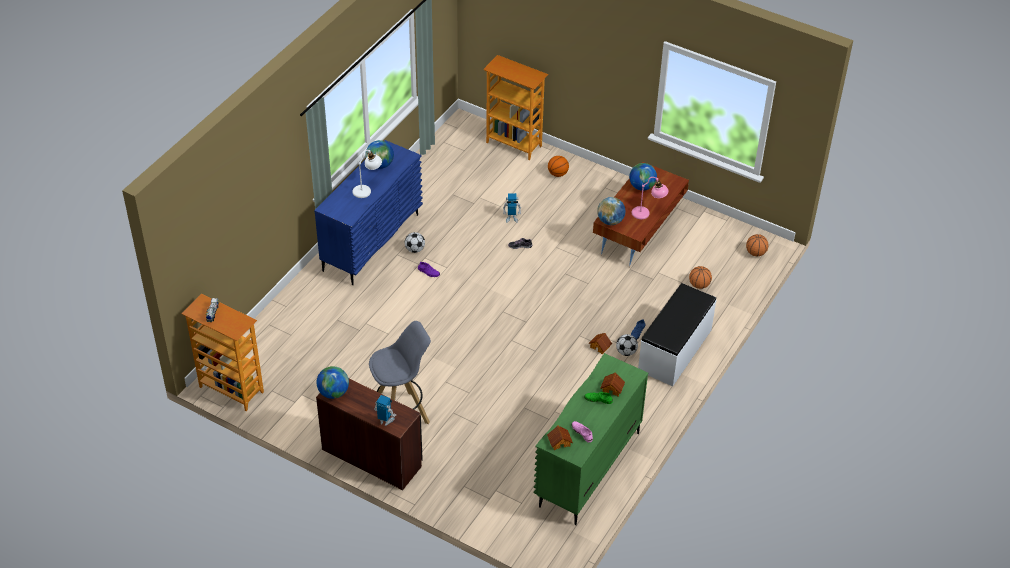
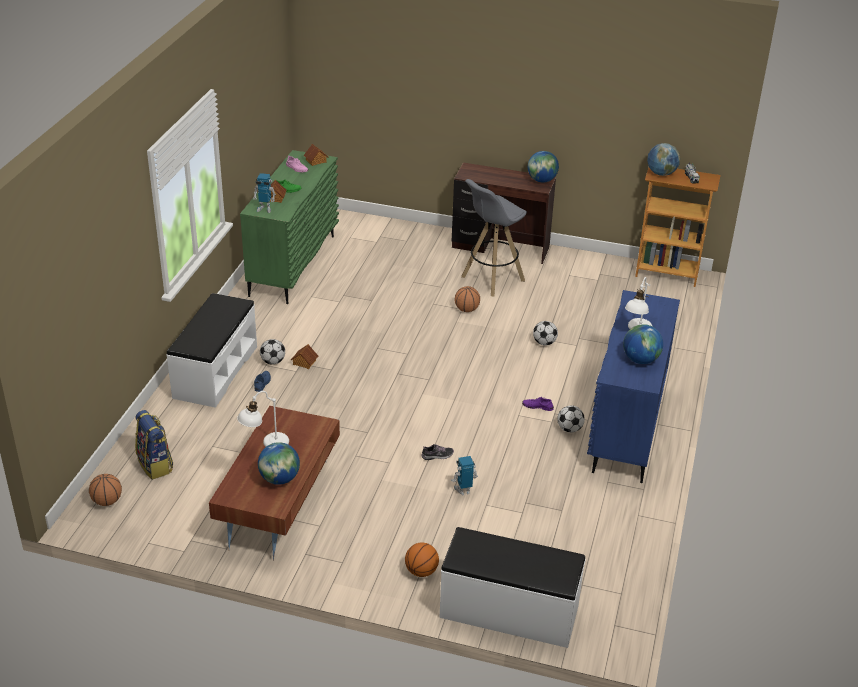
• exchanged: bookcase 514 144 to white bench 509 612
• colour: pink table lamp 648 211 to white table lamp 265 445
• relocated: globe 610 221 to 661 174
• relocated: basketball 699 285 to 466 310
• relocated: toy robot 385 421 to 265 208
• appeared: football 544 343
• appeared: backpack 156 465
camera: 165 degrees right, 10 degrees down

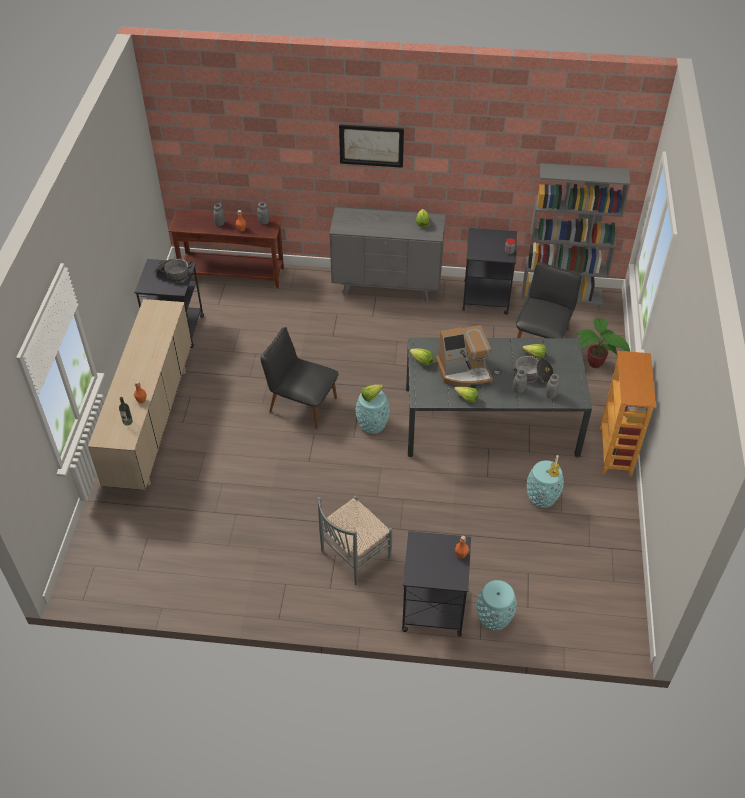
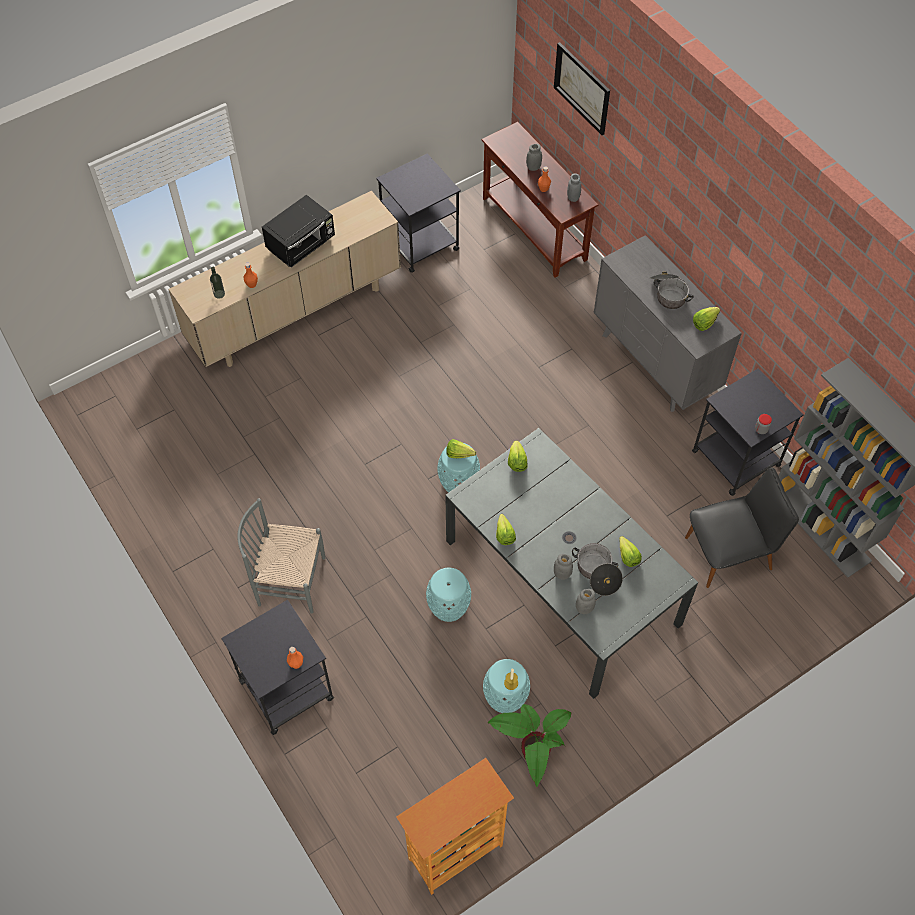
• relocated: picture 371 145 to 582 88
• relocated: cooking pot 173 274 to 668 293
• relocated: potted plant 593 365 to 530 754
• missing: coffee machine 464 371
• missing: black chair 303 405
• relocated: bookcase 616 452 to 455 853
• relocated: turquoise stool 493 617 to 448 606
• appeared: black microwave 302 245
camera: 50 degrees right, 10 degrees up

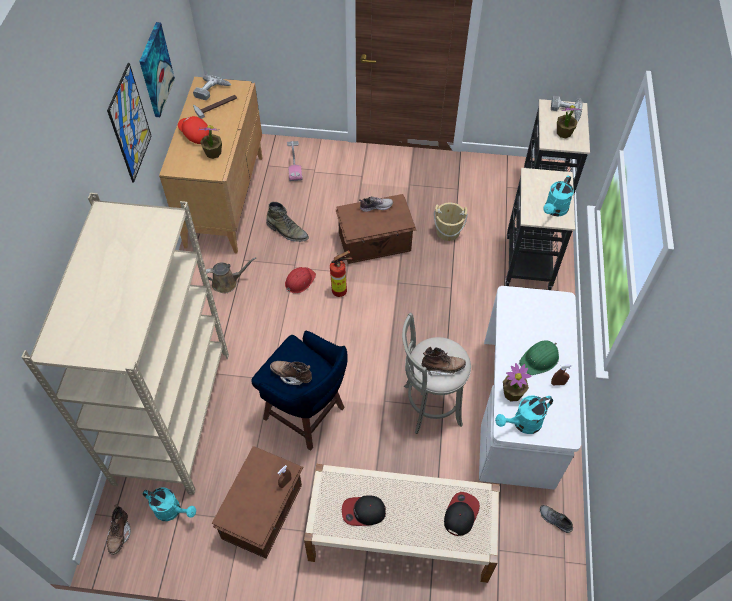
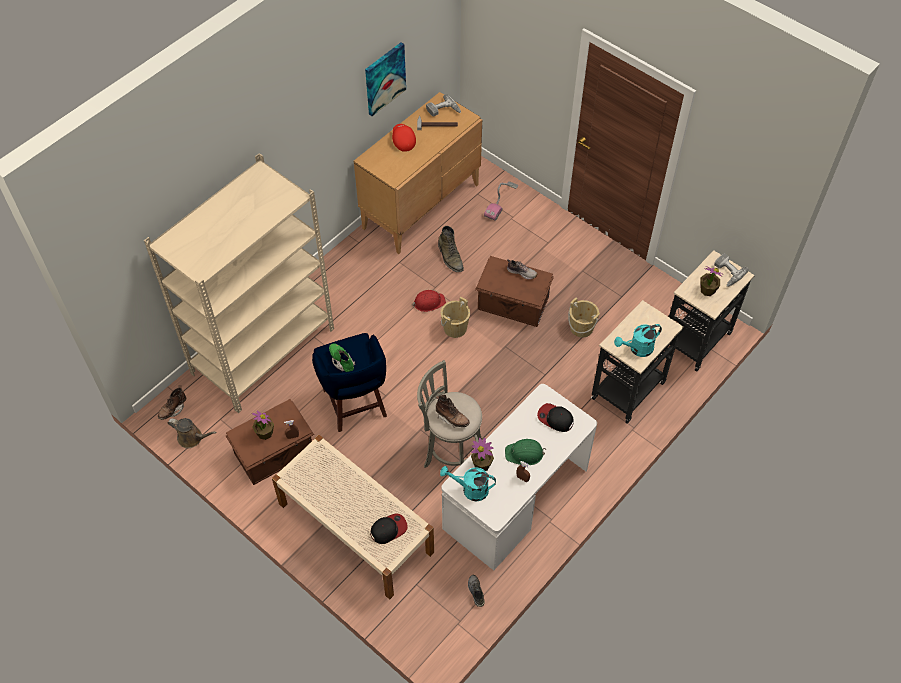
• missing: picture 130 124
• relocated: potted plant 213 153 to 265 433
• exchanged: fire extinguisher 341 291 to beige bucket 455 328
• relocated: brown watering can 227 282 to 192 438
• colour: brown boot 291 375 to green boot 342 361
• missing: turquoise watering can 172 510
• relocated: cap 363 512 to 555 419
camera: 35 degrees right, 0 degrees up

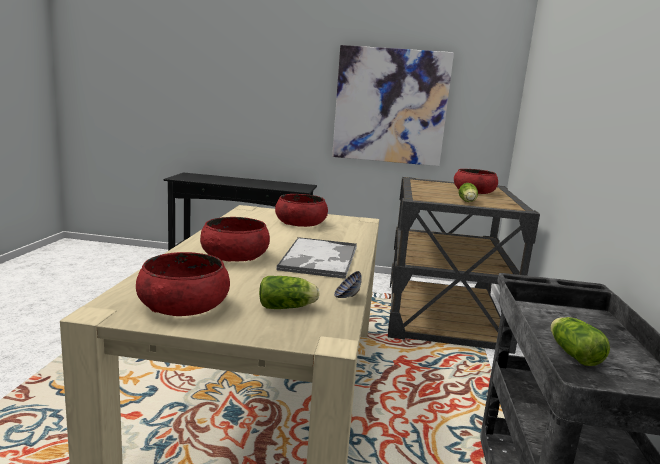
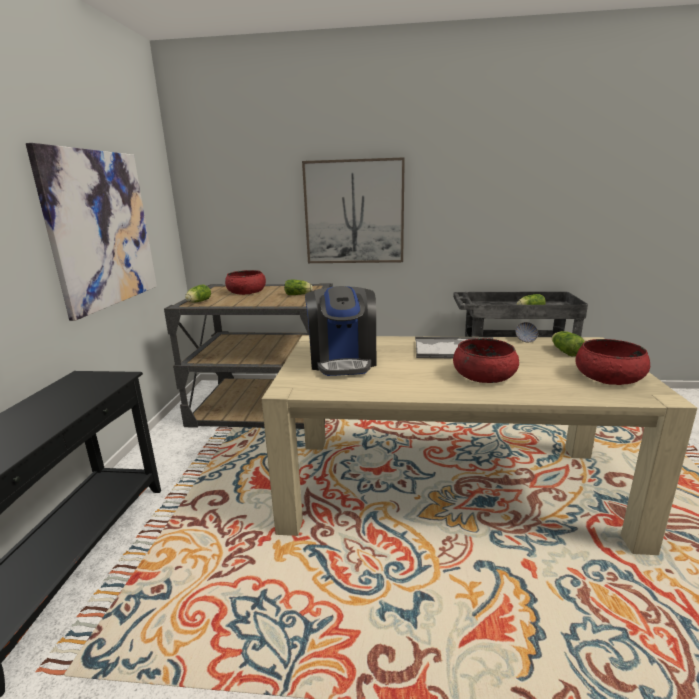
• exchanged: red bowl 300 223 to coffee machine 343 361
• appeared: picture 354 212
• appeared: lettuce 198 302
camera: 90 degrees left, 5 degrees up

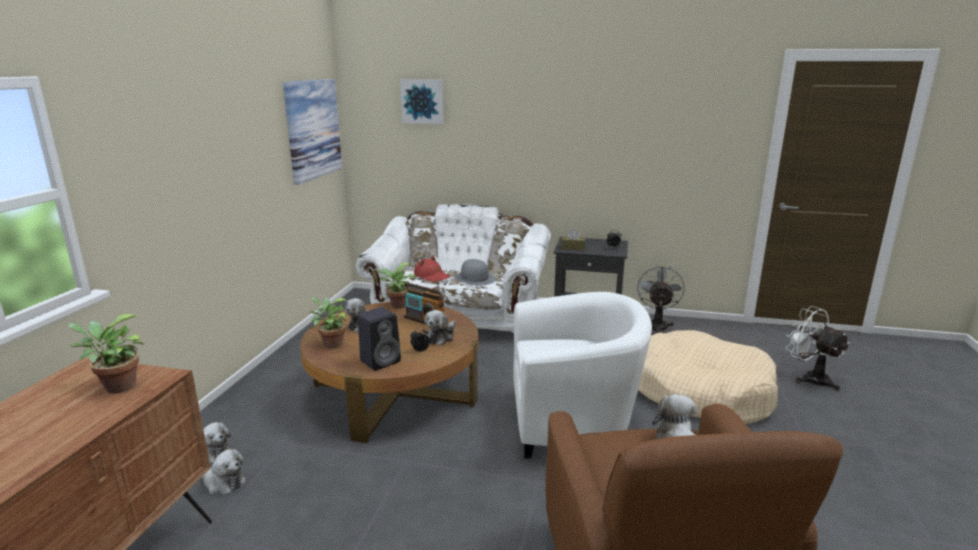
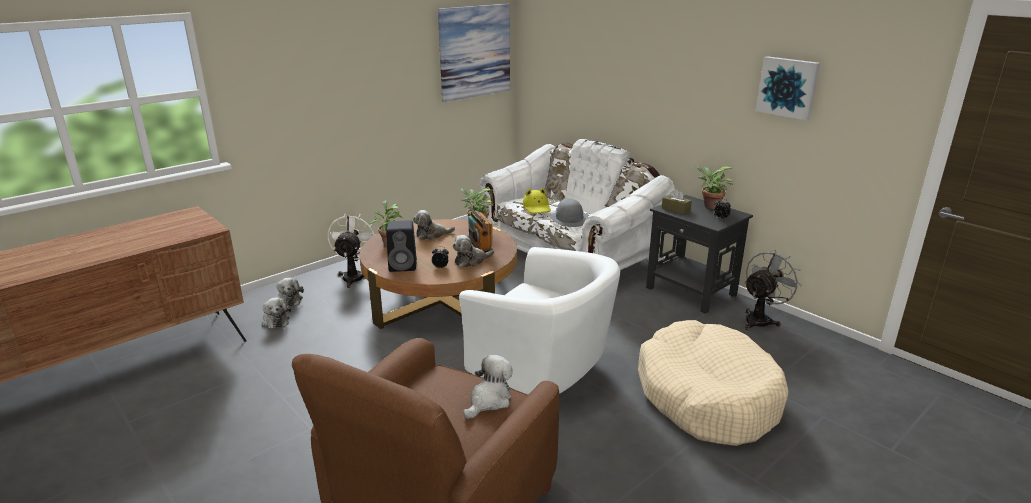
• relocated: picture 422 101 to 788 87
• colour: red hat 432 276 to yellow hat 537 207
• relocated: white fan 809 378 to 354 276
• relocated: potted plant 116 387 to 709 206
camera: 35 degrees right, 5 degrees up

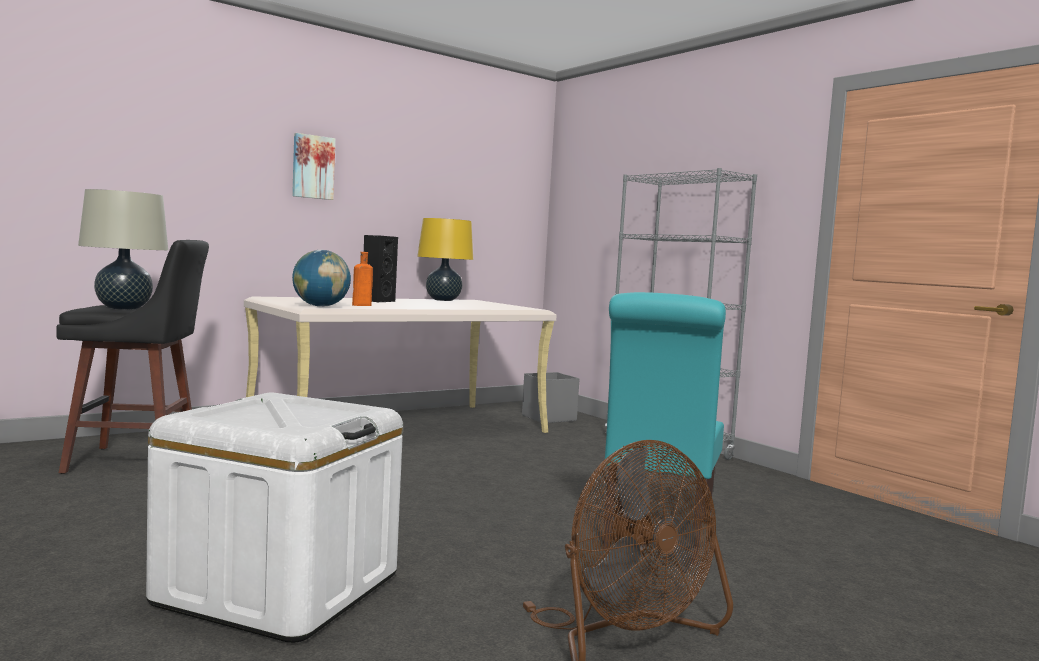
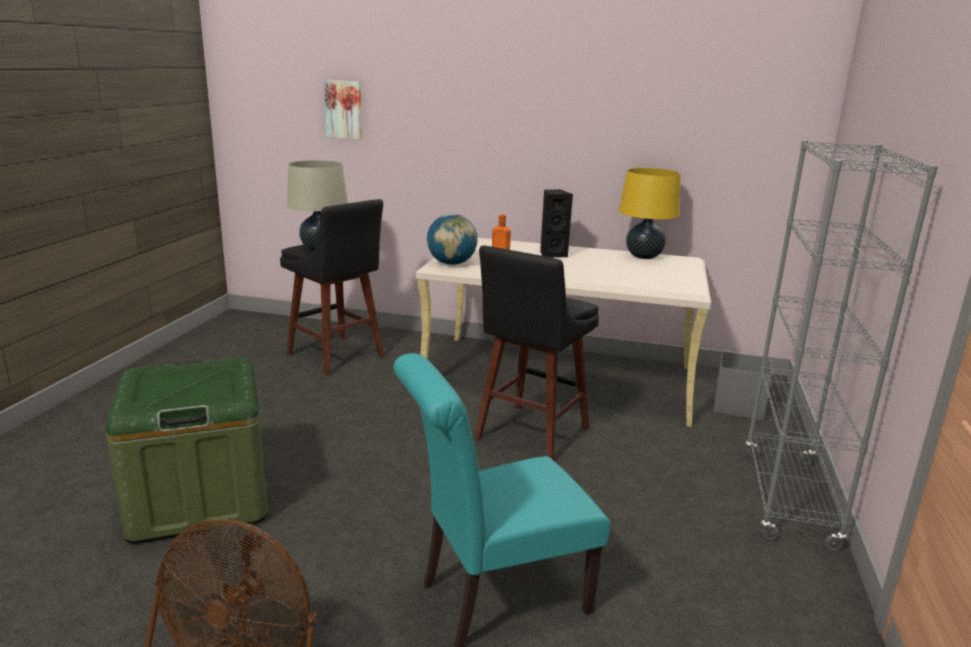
• relocated: picture 312 167 to 344 109
• colour: white storage box 279 588 to green storage box 199 498
• appeared: black stool 530 435
camera: 50 degrees right, 15 degrees up

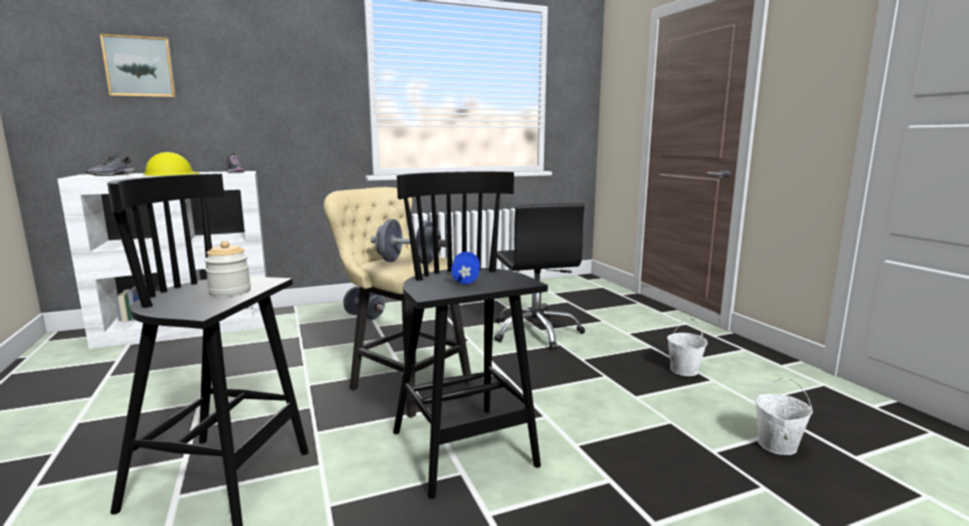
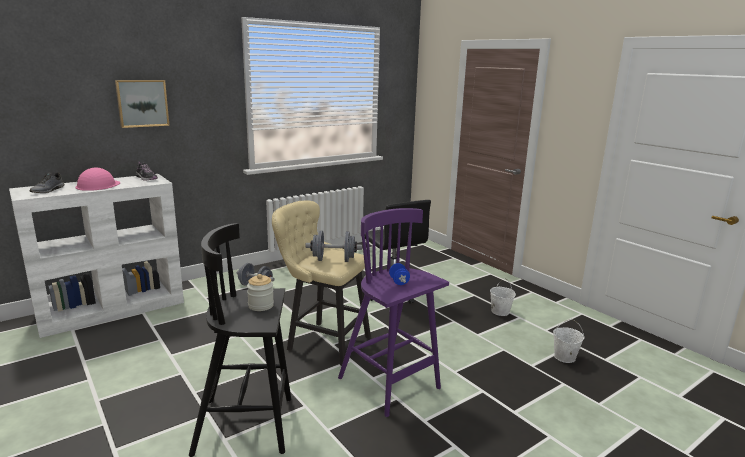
• relocated: picture 140 67 to 142 103
• colour: yellow hard hat 171 174 to pink hard hat 98 185
• colour: black stool 465 451 to purple stool 391 384
camera: 15 degrees left, 5 degrees up

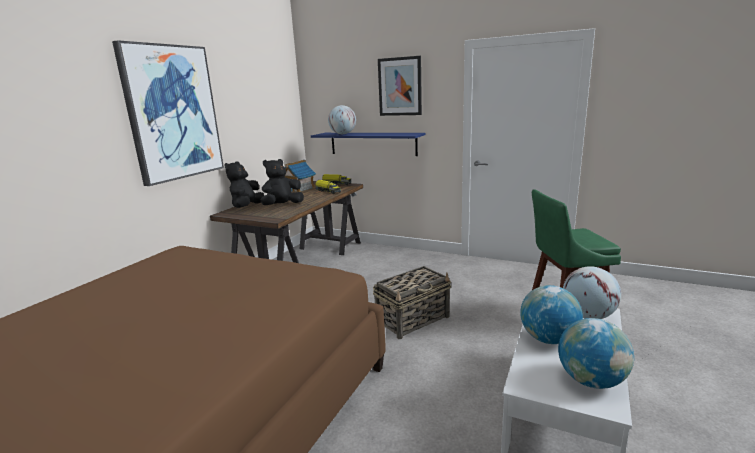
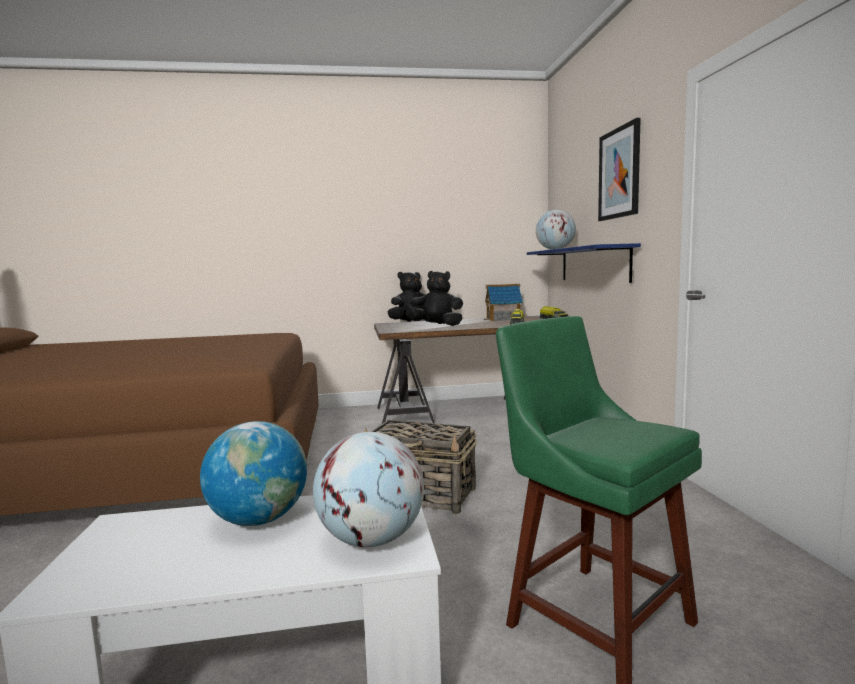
• missing: picture 172 113
• missing: globe 591 380
camera: 55 degrees right, 10 degrees down

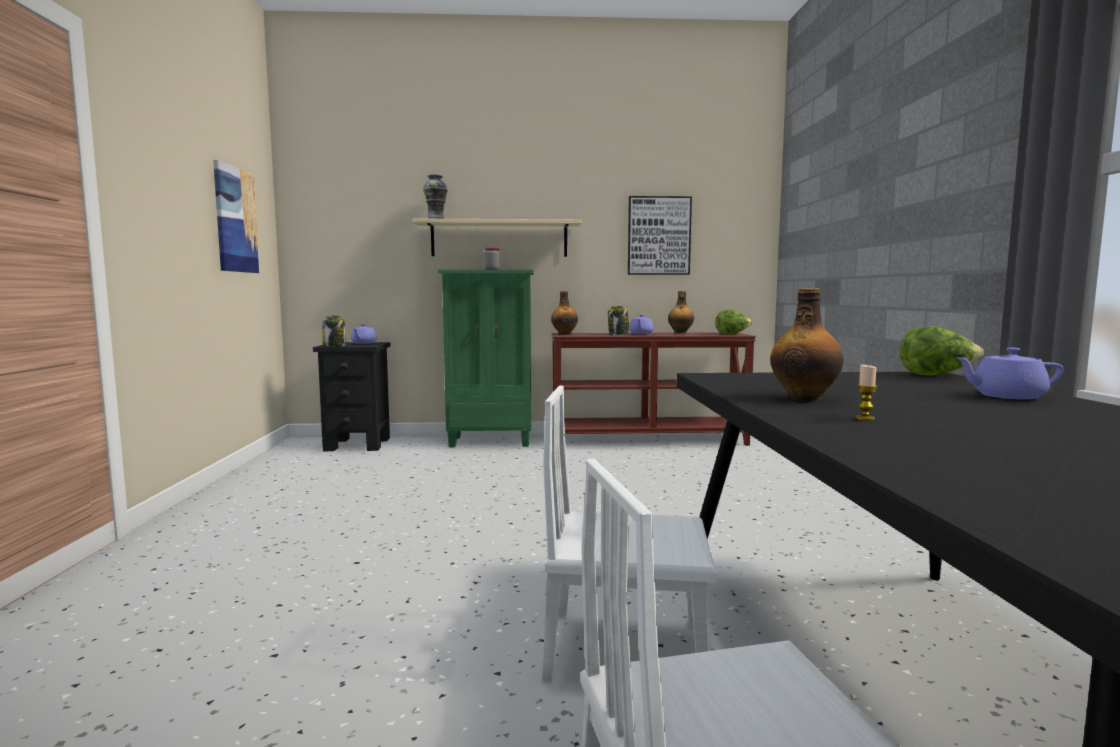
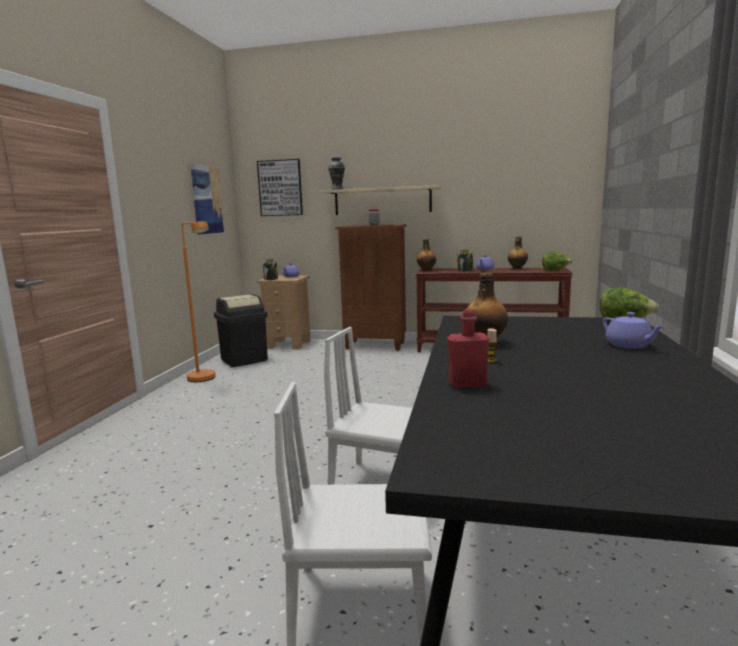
• relocated: picture 658 236 to 280 188
• colour: green cabinet 490 442 to brown cabinet 375 346
• colour: black nightstand 358 444 to beige nightstand 288 344
• spun: purple teapot 1006 396 = 629 345 135 degrees counterclockwise
• appeared: orange floor lamp 205 379
• appeared: black trash can 244 360
• appeared: red bottle 467 384
camera: 15 degrees right, 5 degrees up

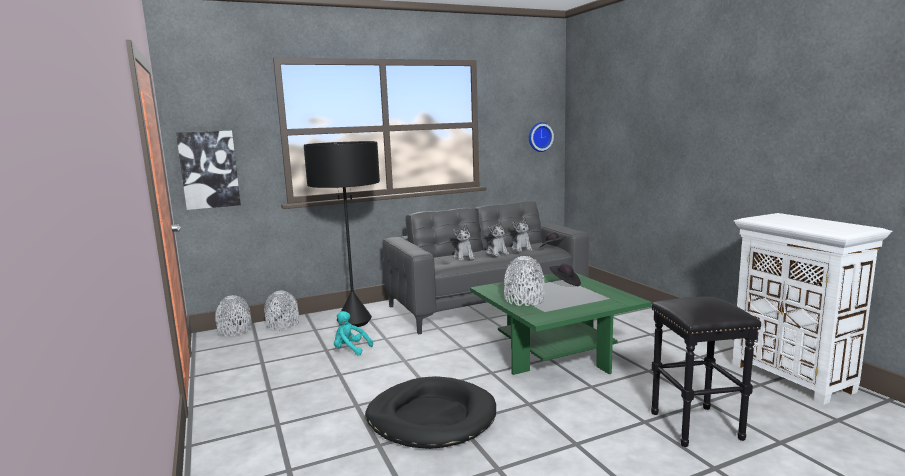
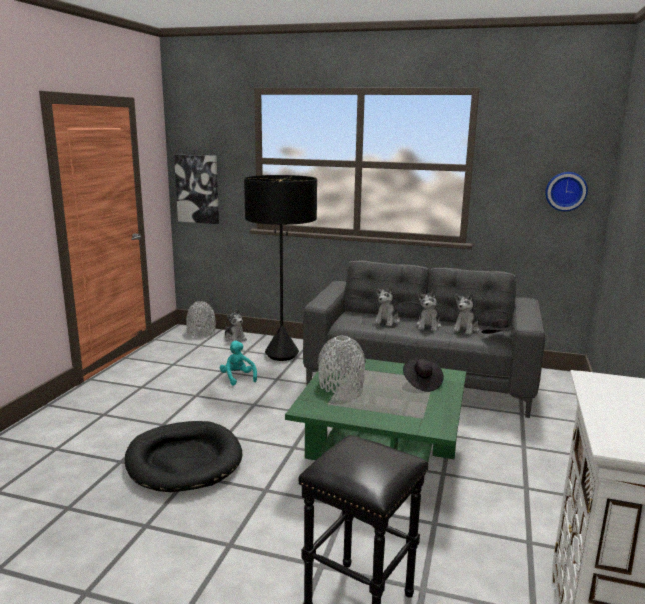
• exchanged: grey vase 283 325 to plush toy 235 338
camera: 40 degrees right, 5 degrees up

